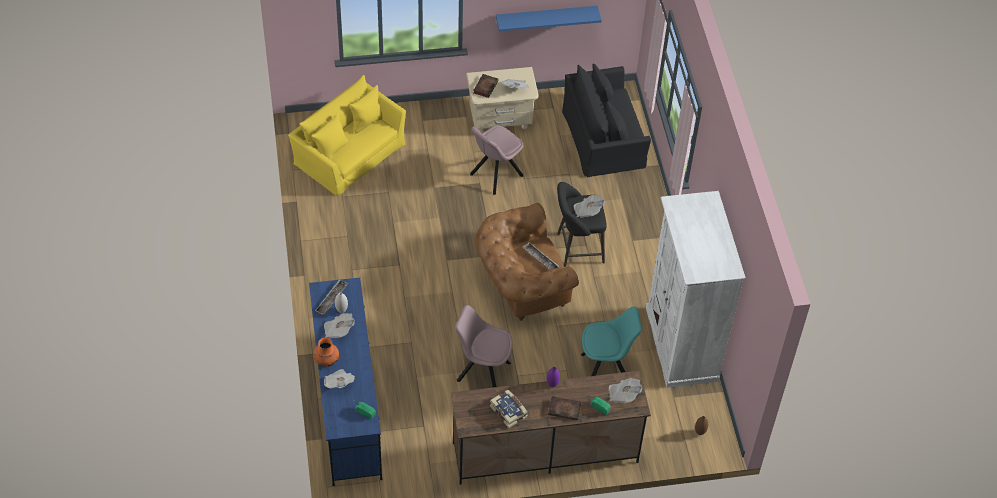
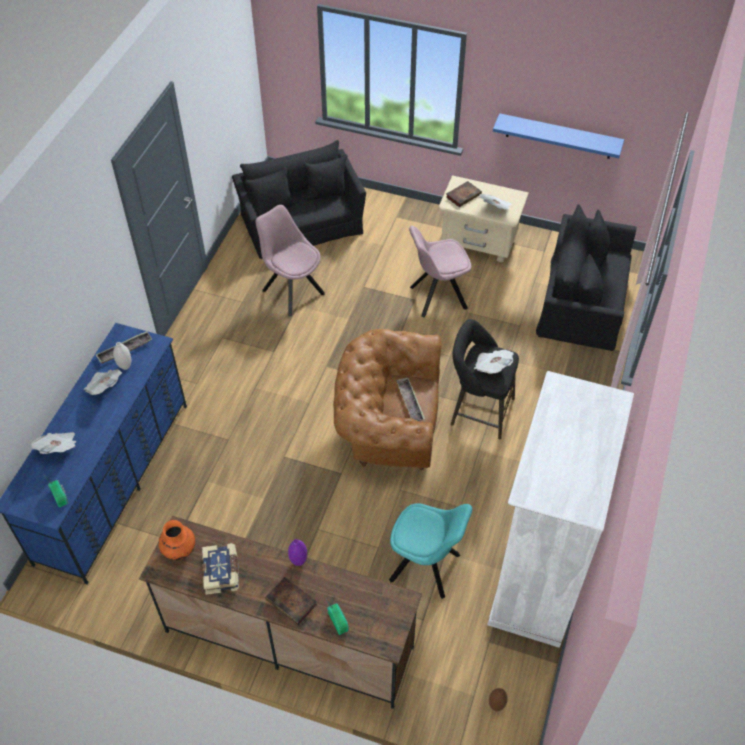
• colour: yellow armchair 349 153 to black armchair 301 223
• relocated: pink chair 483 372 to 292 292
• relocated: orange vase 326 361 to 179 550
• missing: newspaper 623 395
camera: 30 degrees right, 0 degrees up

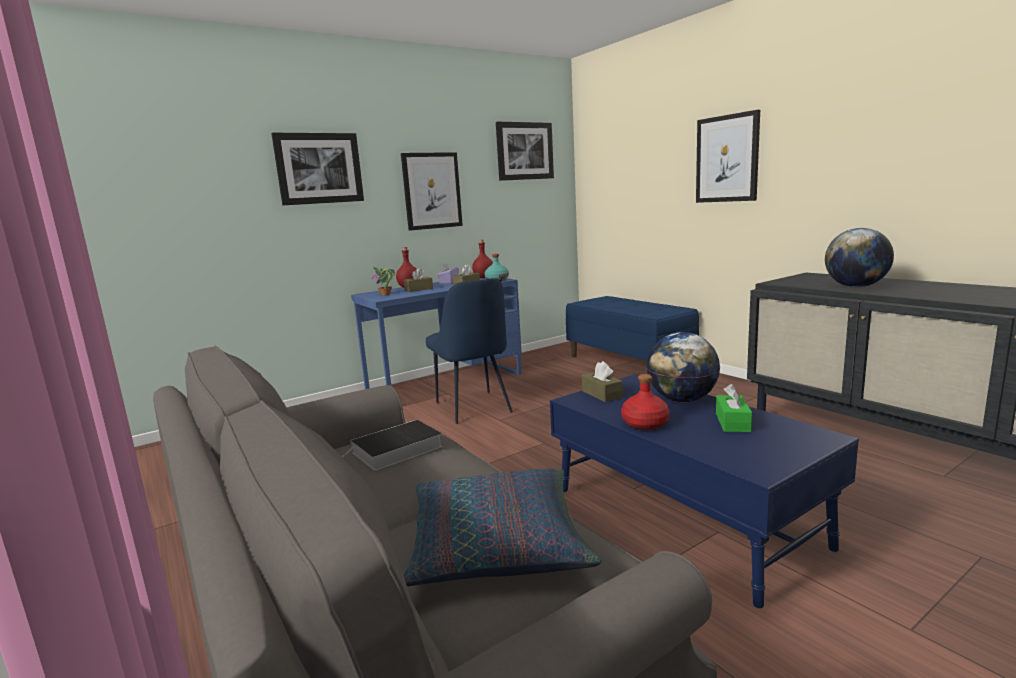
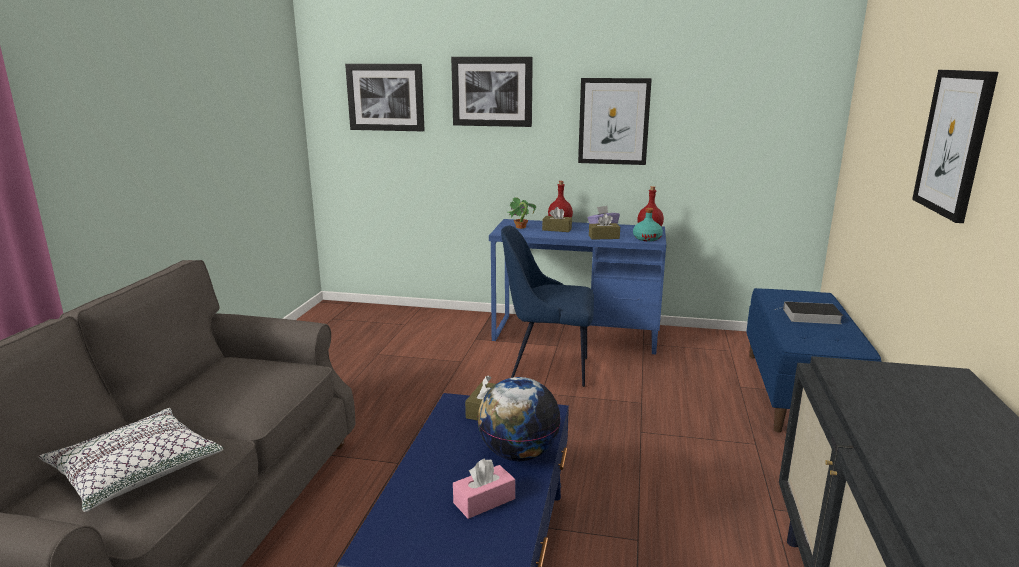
• relocated: picture 524 151 to 385 97
• missing: globe 856 286
• spun: blue chair 474 407 = 548 370 75 degrees clockwise
• missing: red bottle 645 424
• colour: green tissue box 732 422 to pink tissue box 484 501
• relocated: book 395 450 to 810 316
• colour: blue pillow 497 544 to white pillow 135 470
camera: 45 degrees right, 5 degrees up

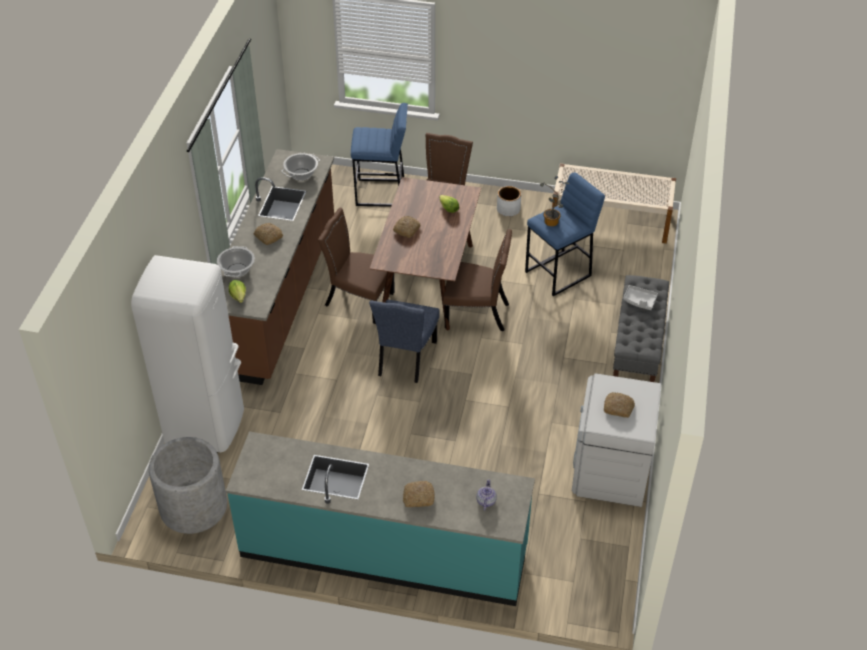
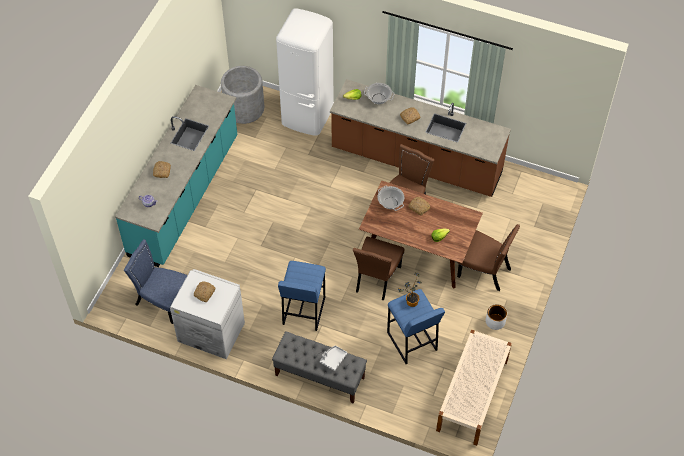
• relocated: blue stool 382 193 to 303 312
• relocated: cooking pot 301 174 to 390 203
• relocated: blue chair 405 356 to 163 301
camera: 100 degrees right, 10 degrees up

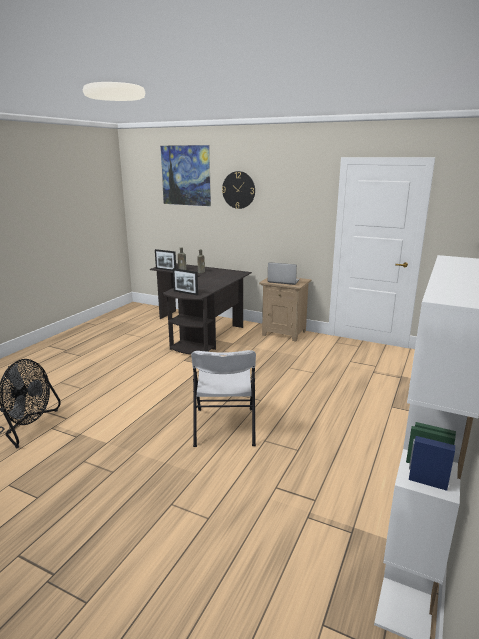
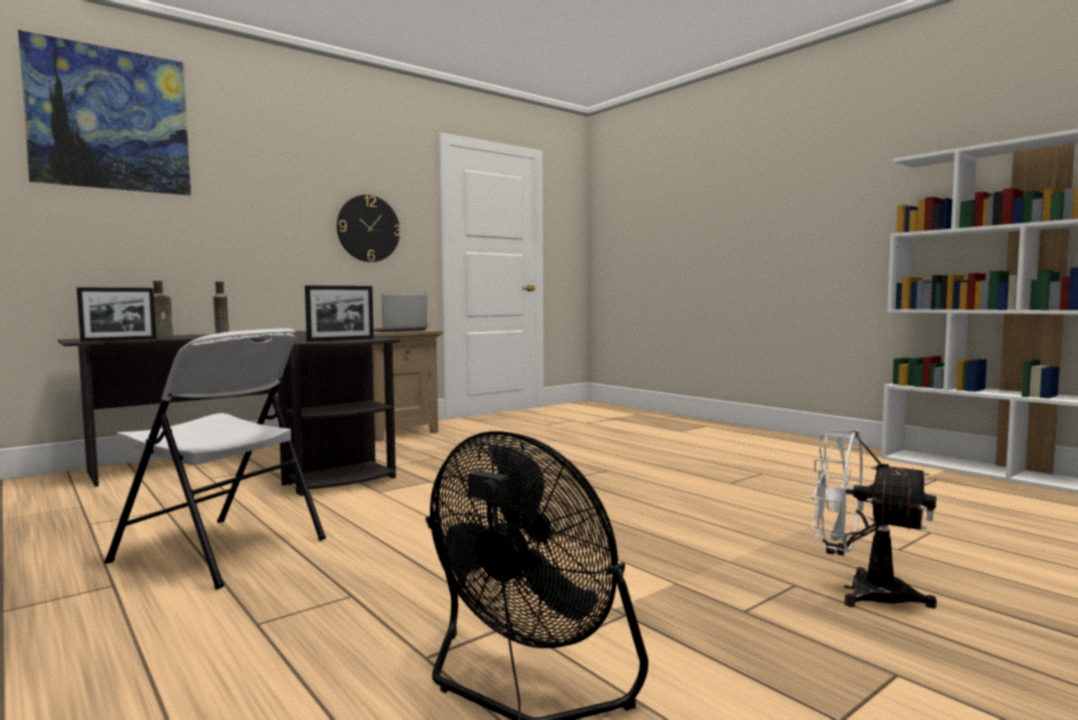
• relocated: wall clock 238 190 to 368 228
• relocated: white chair 224 427 to 219 551
• appeared: white fan 862 591
camera: 65 degrees left, 15 degrees down

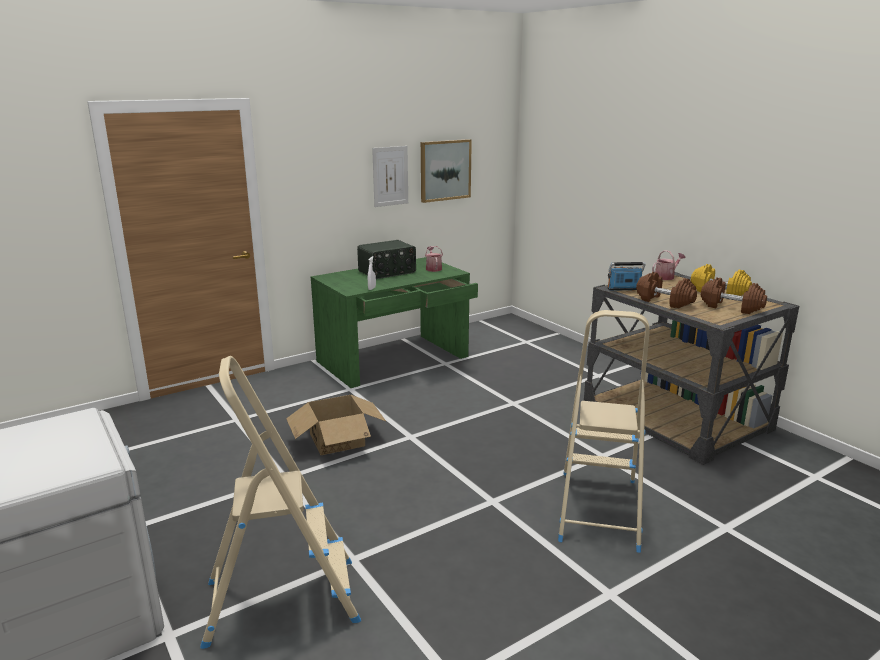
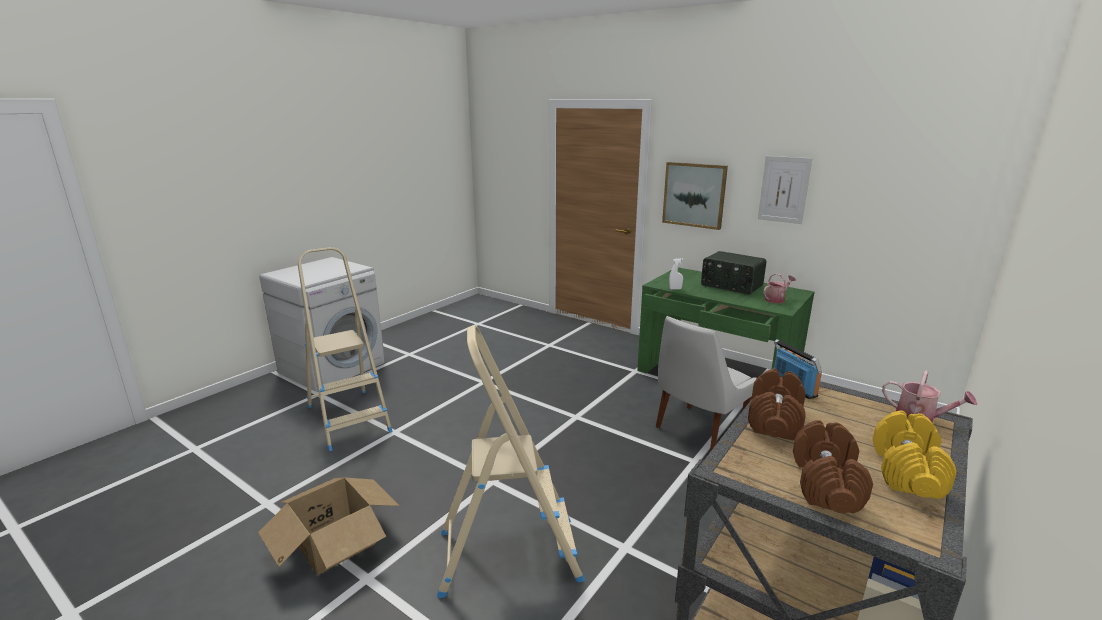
• relocated: picture 445 170 to 694 195
• relocated: cardboard box 337 440 to 334 542
• appeared: white chair 697 431
camera: 70 degrees right, 0 degrees up

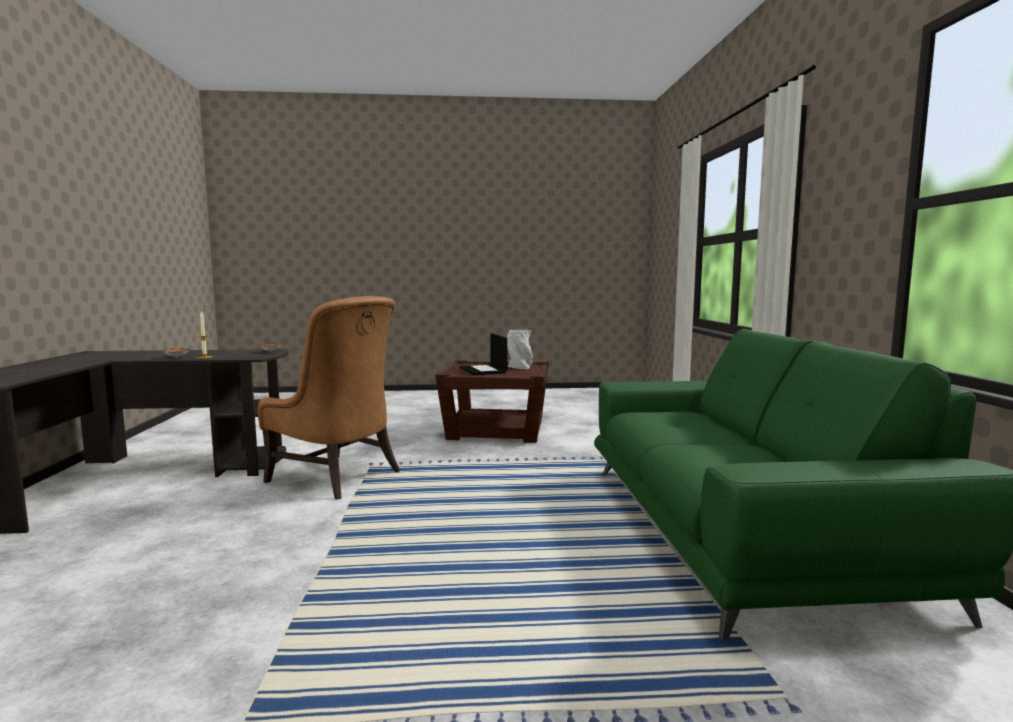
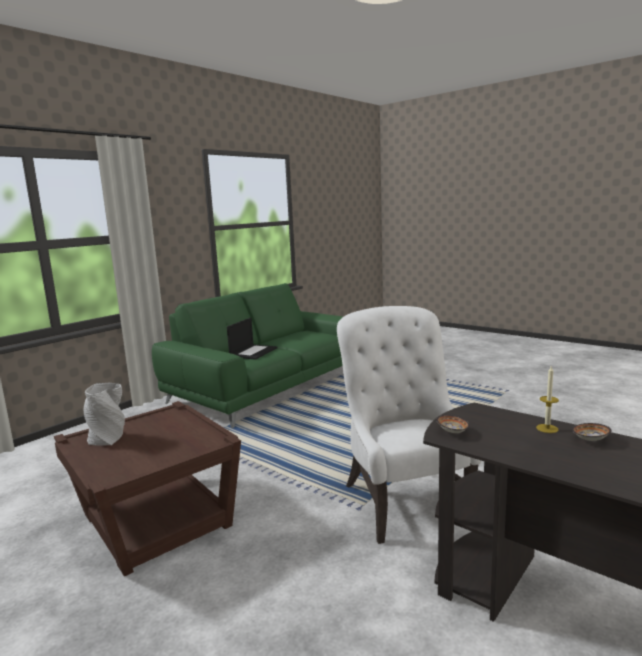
• colour: brown chair 337 476 to white chair 405 501
• relocated: laptop 483 370 to 253 352
camera: 135 degrees left, 5 degrees up

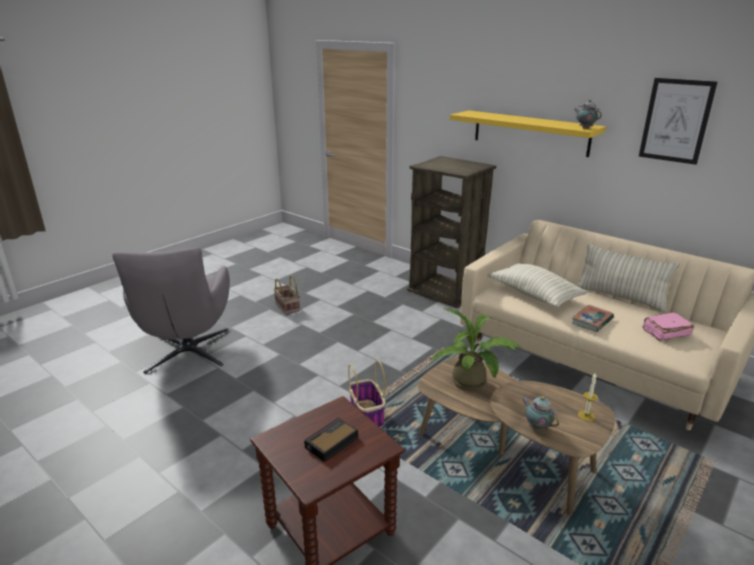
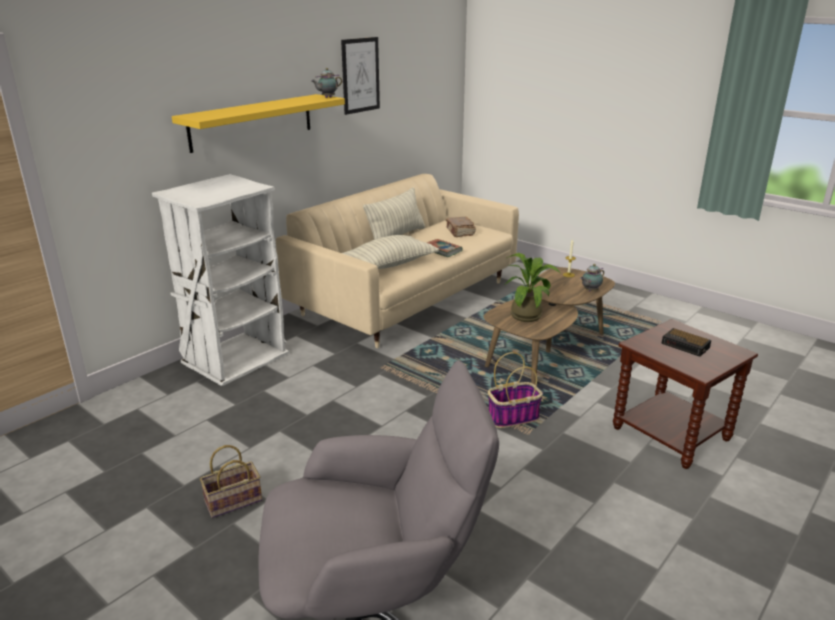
• colour: brown bookcase 445 290 to white bookcase 236 358
• colour: pink book 665 333 to brown book 460 232
camera: 90 degrees left, 0 degrees up

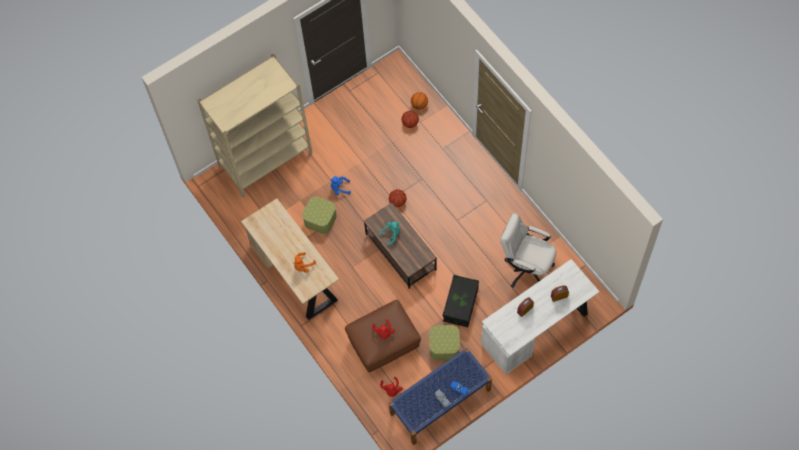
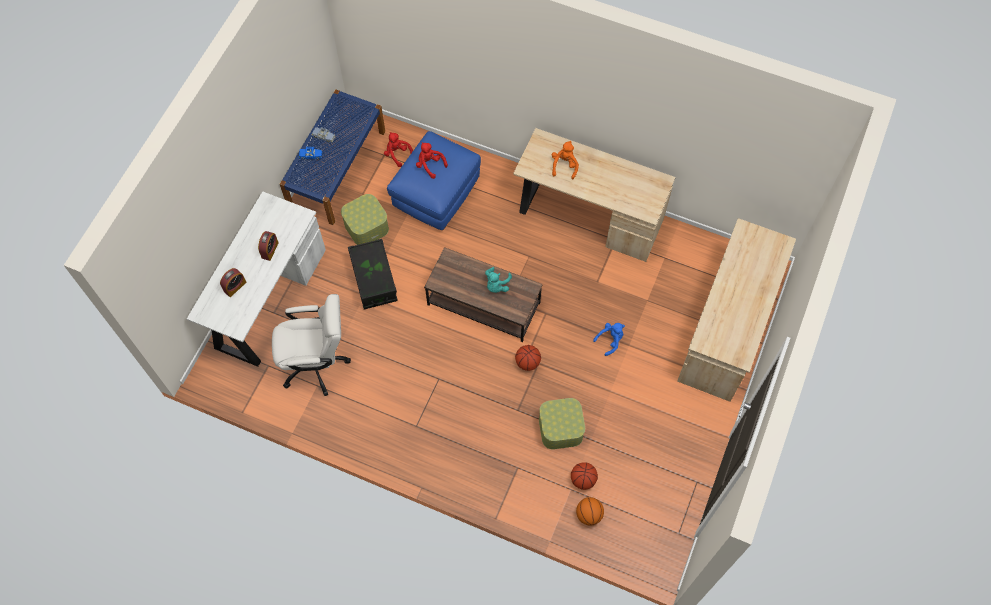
• exchanged: beige bookcase 266 159 to beige desk 727 327
• relocated: storage box 320 219 to 560 428
• colour: brown ottoman 383 344 to blue ottoman 436 194
camera: 145 degrees right, 0 degrees up

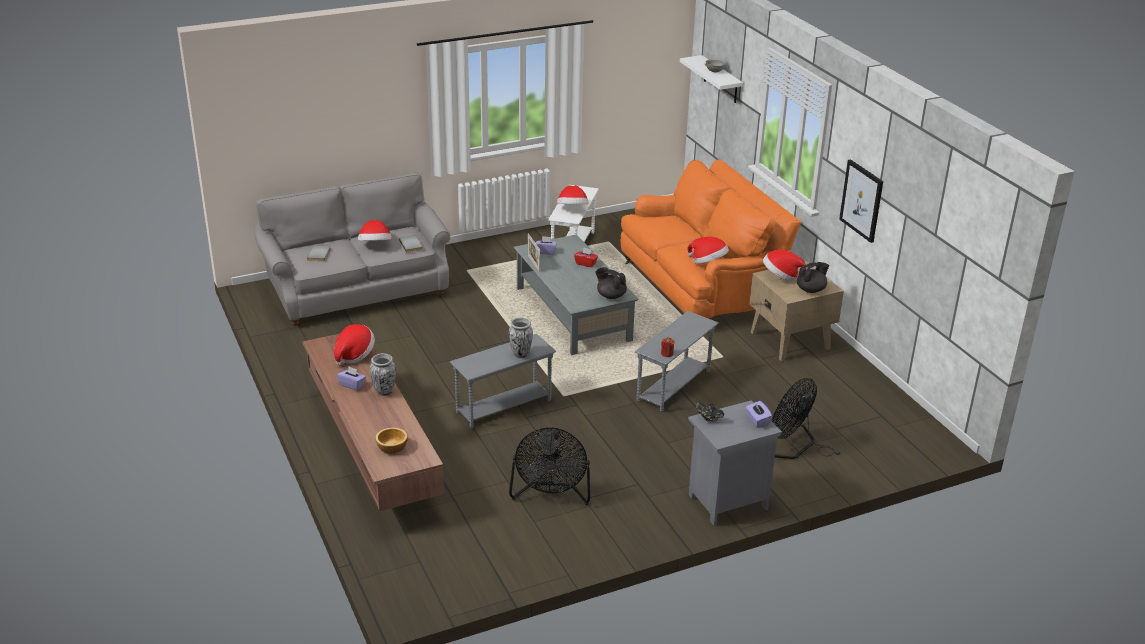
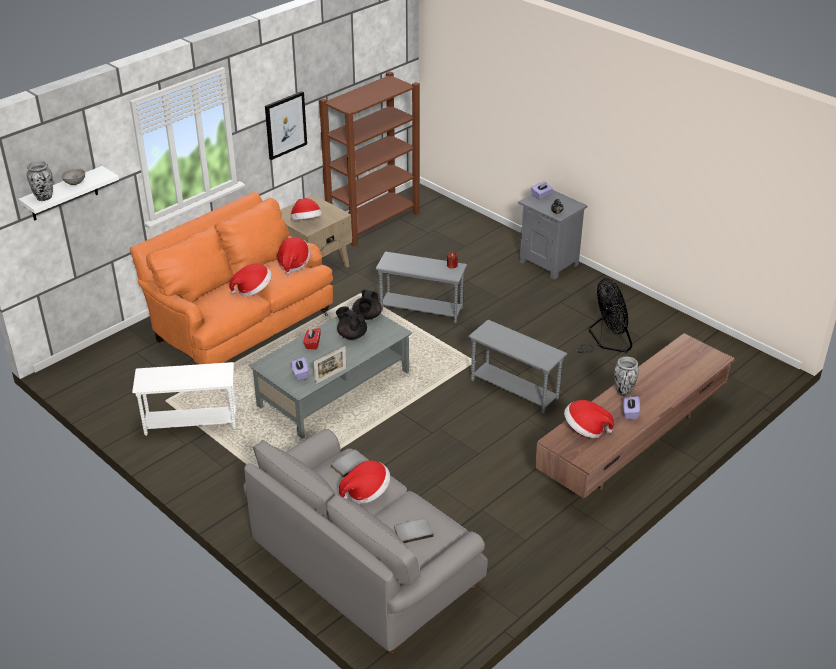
• relocated: hat 572 209 to 253 290
• relocated: black teapot 811 290 to 352 335
• relocated: vase 520 354 to 44 198
• missing: black fan 797 445
• missing: bowl 391 448
• appeared: brown bookcase 373 222
camera: 110 degrees left, 5 degrees up

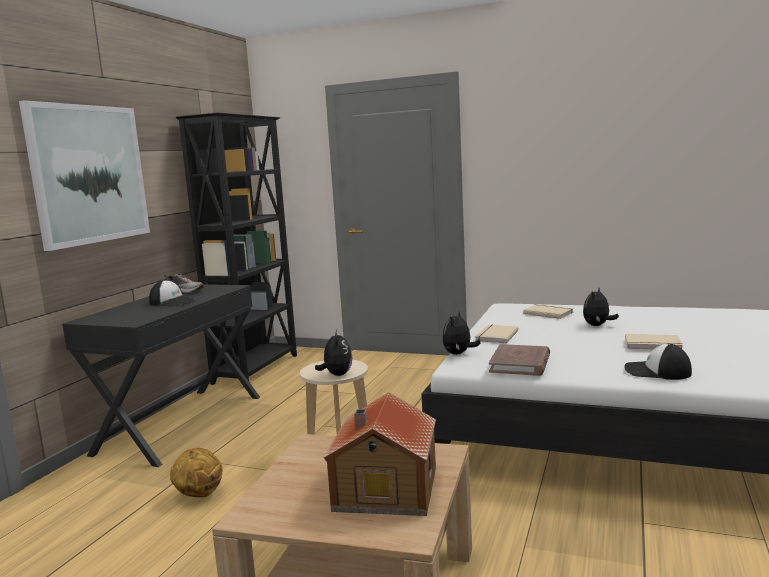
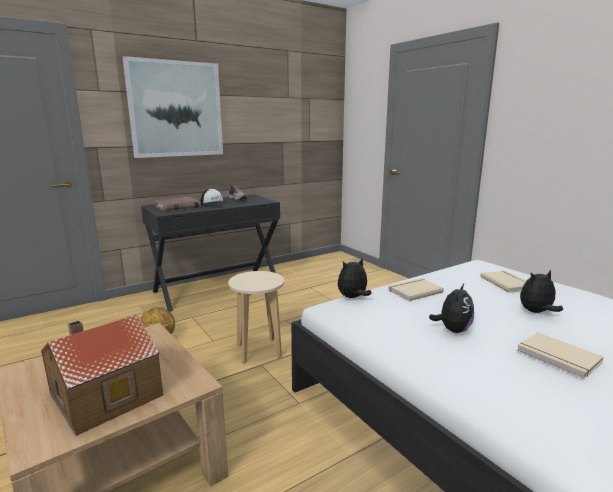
• missing: black bookcase 257 369
• relocated: plush toy 336 375 to 453 330
• relocated: brown book 520 364 to 178 206
• missing: cap 657 371
camera: 35 degrees right, 5 degrees up

